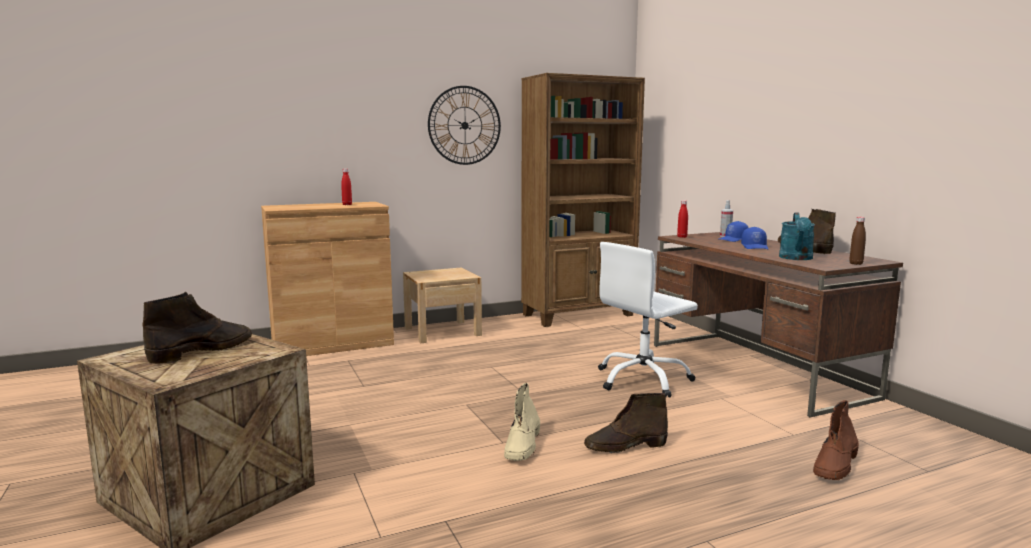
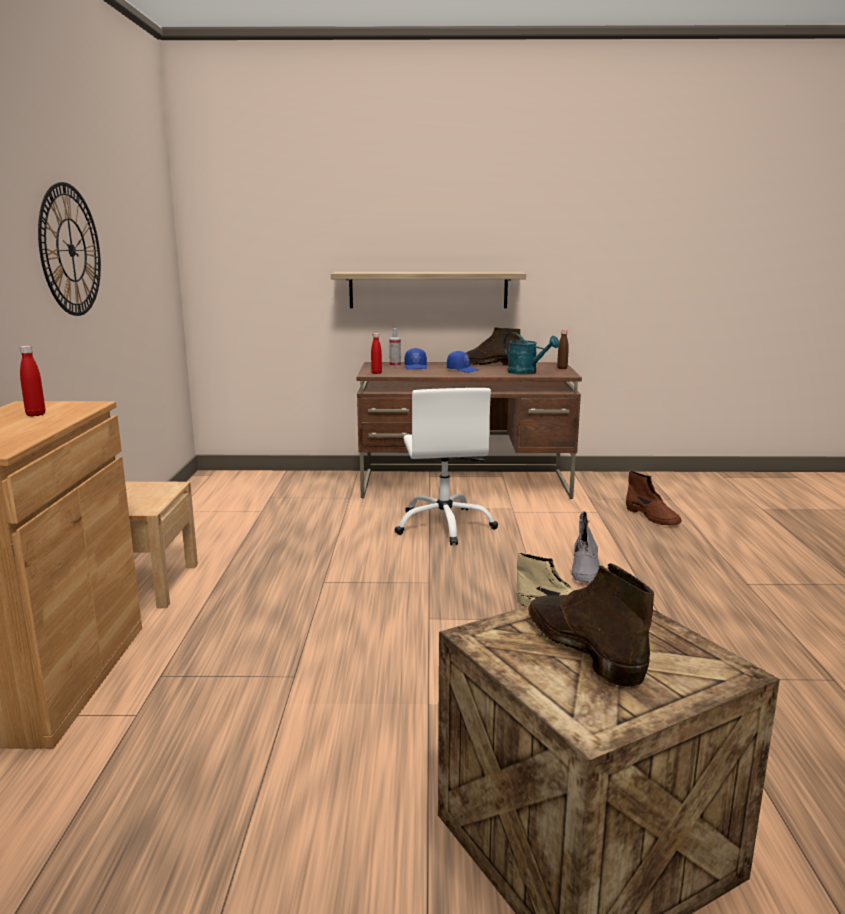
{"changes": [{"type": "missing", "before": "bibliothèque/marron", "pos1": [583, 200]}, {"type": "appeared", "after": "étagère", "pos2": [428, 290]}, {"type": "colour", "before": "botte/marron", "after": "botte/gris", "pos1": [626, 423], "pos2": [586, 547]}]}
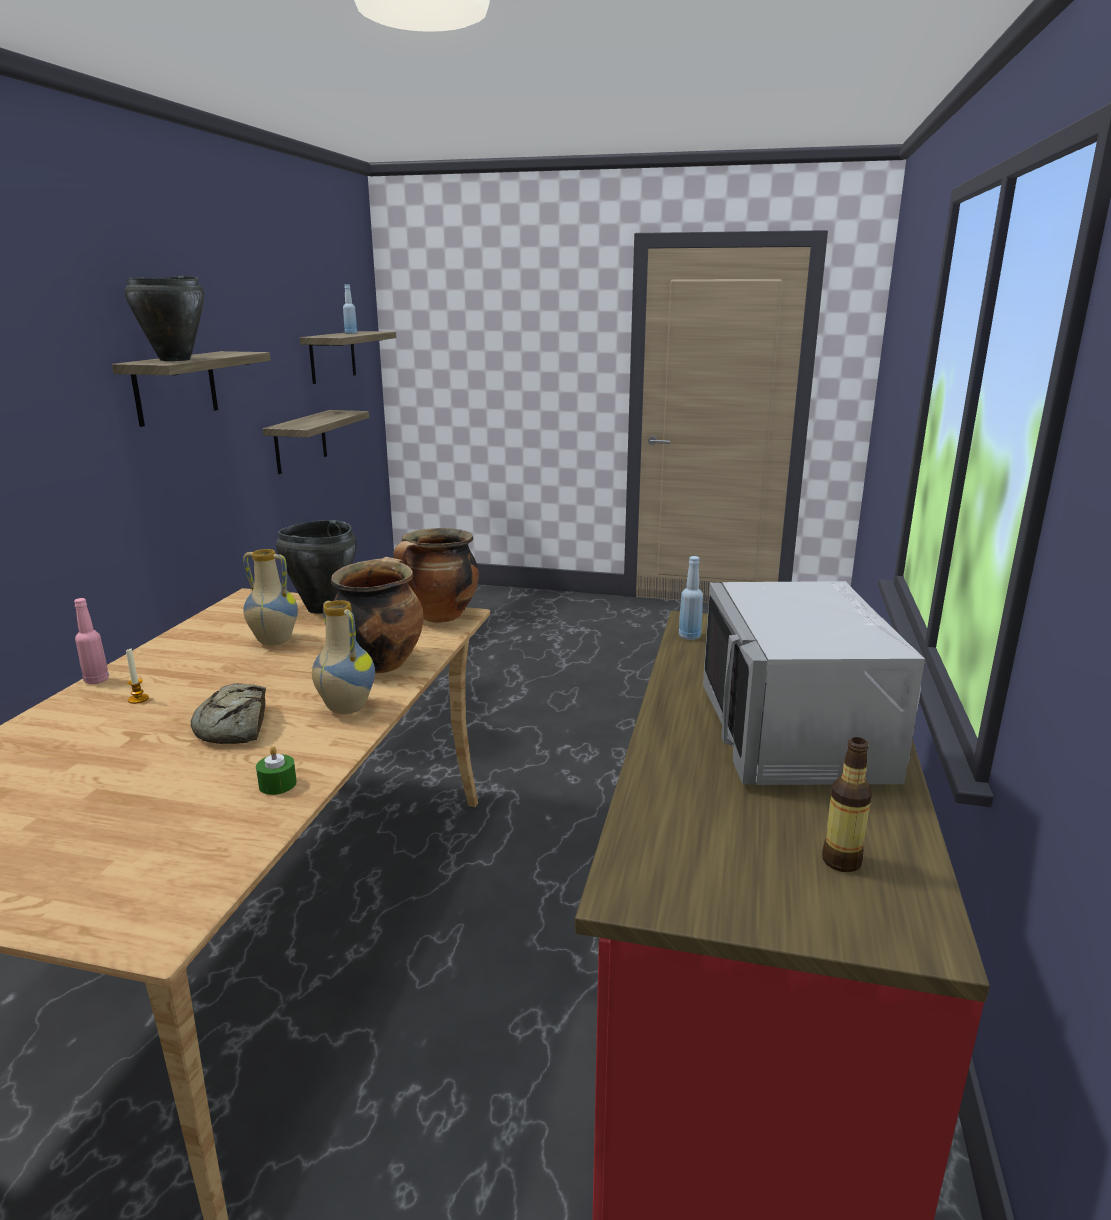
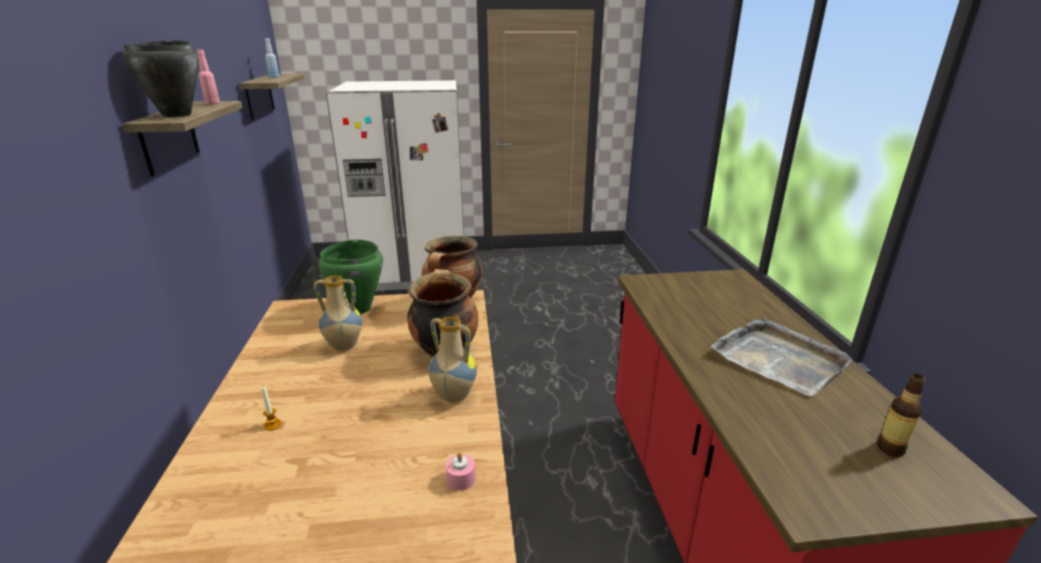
{"changes": [{"type": "missing", "before": "pain", "pos1": [228, 713]}, {"type": "missing", "before": "étagère", "pos1": [316, 442]}, {"type": "missing", "before": "bouteille/bleu", "pos1": [691, 598]}, {"type": "appeared", "after": "réfrigérateur/blanc", "pos2": [395, 185]}, {"type": "relocated", "before": "bouteille/rose", "pos1": [91, 641], "pos2": [208, 77]}, {"type": "exchanged", "before": "micro-ondes/gris", "after": "plateau/gris", "pos1": [814, 683], "pos2": [782, 357]}, {"type": "colour", "before": "bougie/vert", "after": "bougie/rose", "pos1": [276, 770], "pos2": [460, 471]}, {"type": "colour", "before": "marmite/noir", "after": "marmite/vert", "pos1": [316, 567], "pos2": [351, 276]}]}
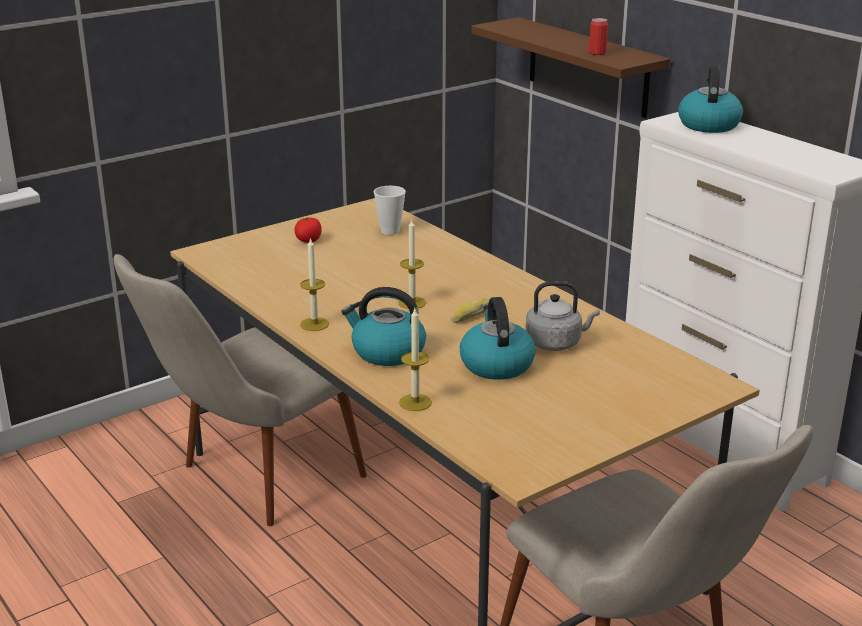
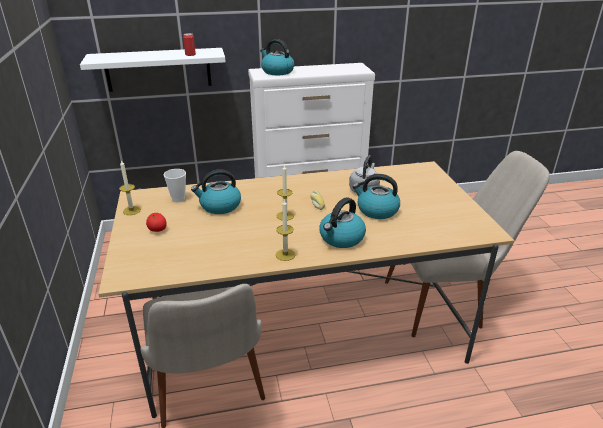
{"changes": [{"type": "appeared", "after": "bouilloire", "pos2": [216, 191]}, {"type": "relocated", "before": "bougie", "pos1": [415, 359], "pos2": [130, 187]}, {"type": "colour", "before": "étagère/marron", "after": "étagère/blanc", "pos1": [570, 67], "pos2": [152, 70]}]}
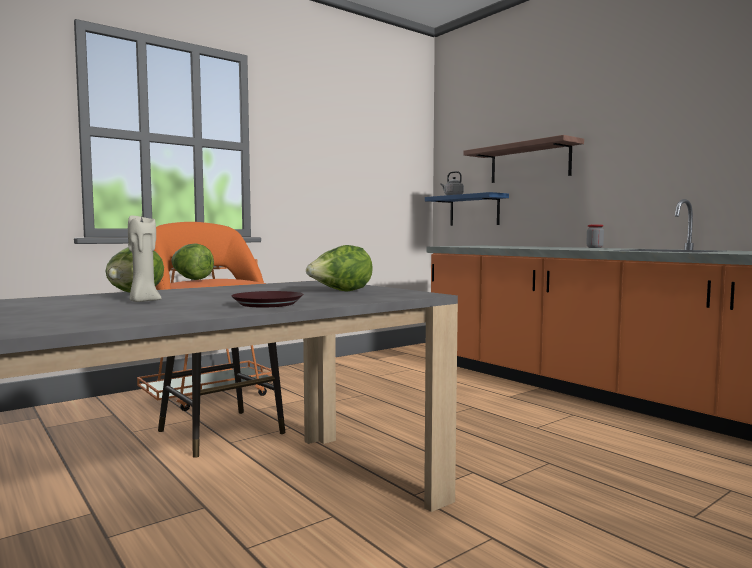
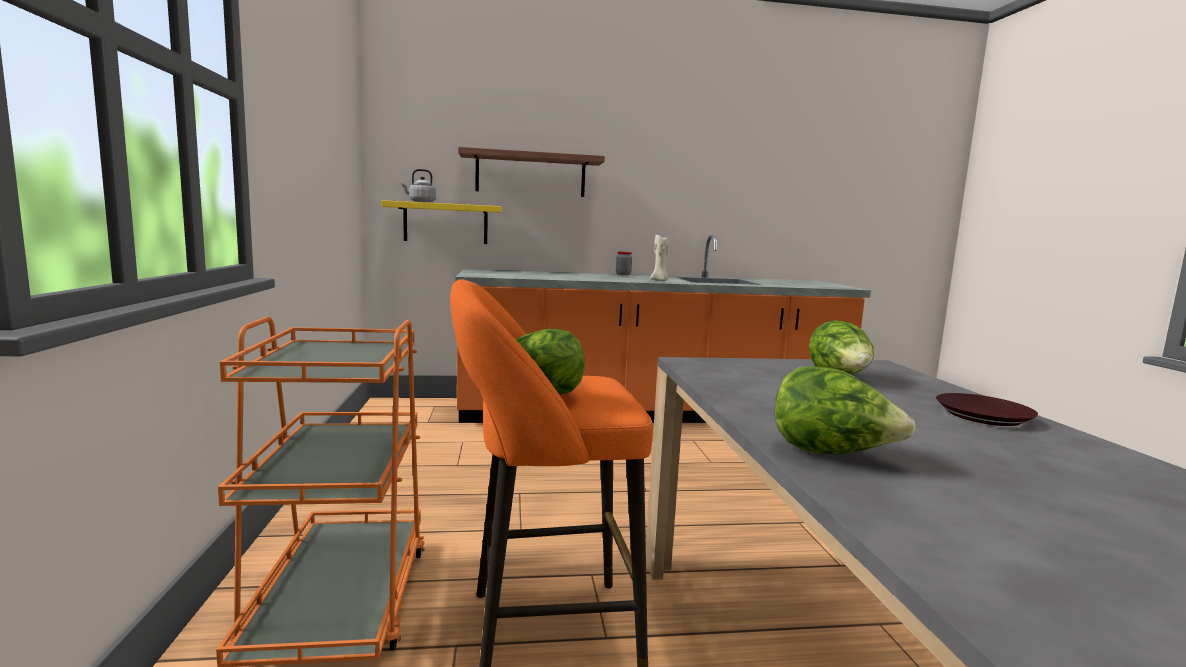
{"changes": [{"type": "relocated", "before": "bougie/beige", "pos1": [145, 257], "pos2": [659, 258]}, {"type": "colour", "before": "étagère/bleu", "after": "étagère/jaune", "pos1": [467, 209], "pos2": [441, 222]}]}
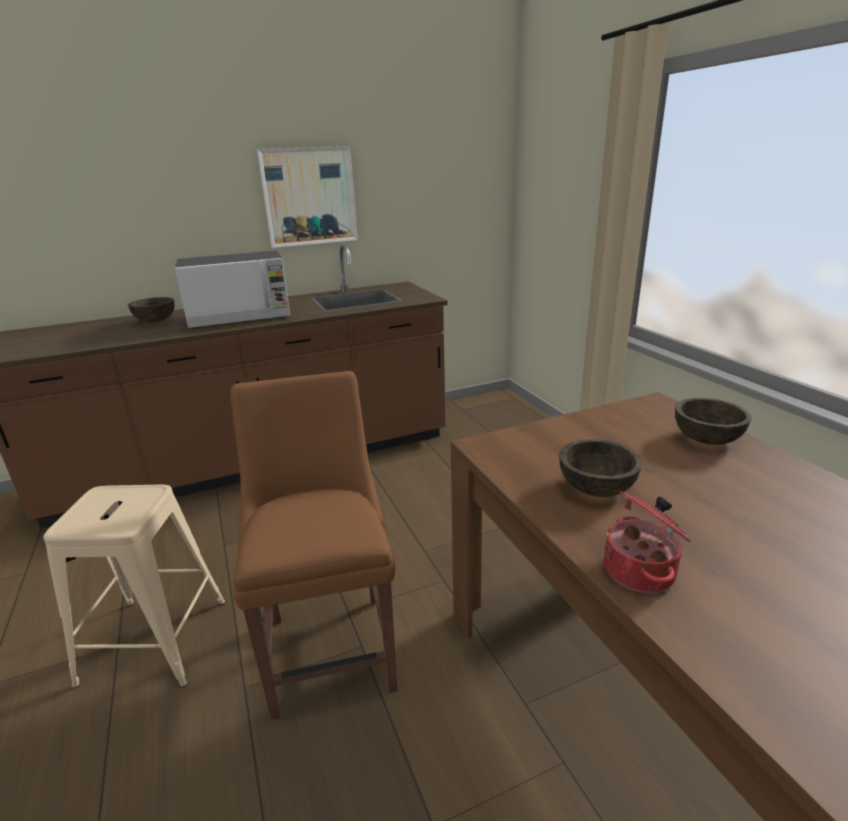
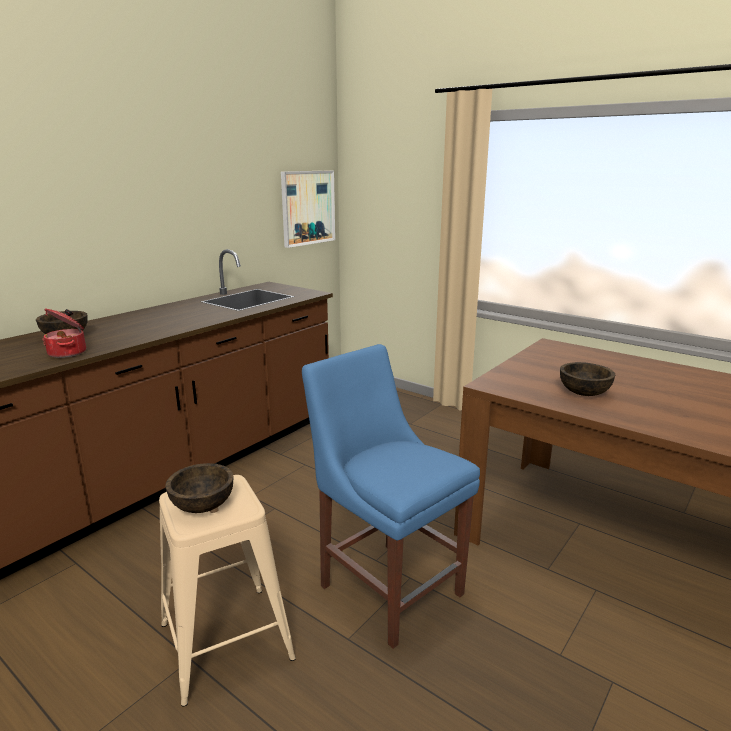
{"changes": [{"type": "missing", "before": "micro-ondes", "pos1": [232, 289]}, {"type": "relocated", "before": "tableau", "pos1": [307, 197], "pos2": [308, 209]}, {"type": "relocated", "before": "marmite", "pos1": [647, 542], "pos2": [64, 333]}, {"type": "relocated", "before": "bol/marron", "pos1": [713, 421], "pos2": [199, 488]}, {"type": "colour", "before": "chaise/marron", "after": "chaise/bleu", "pos1": [314, 545], "pos2": [391, 496]}]}
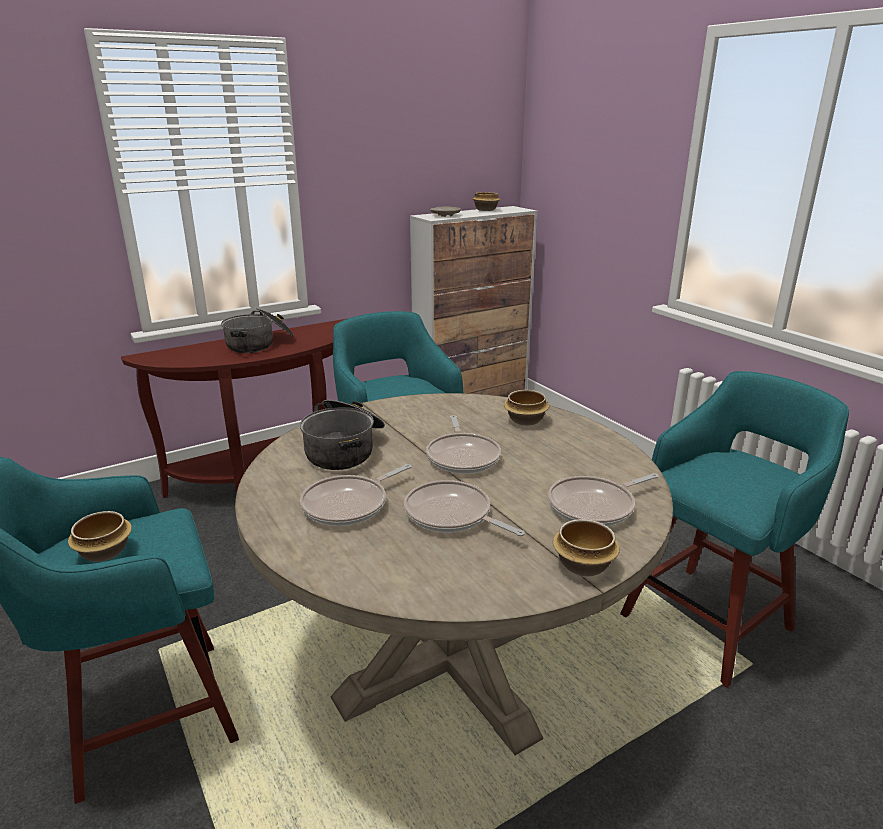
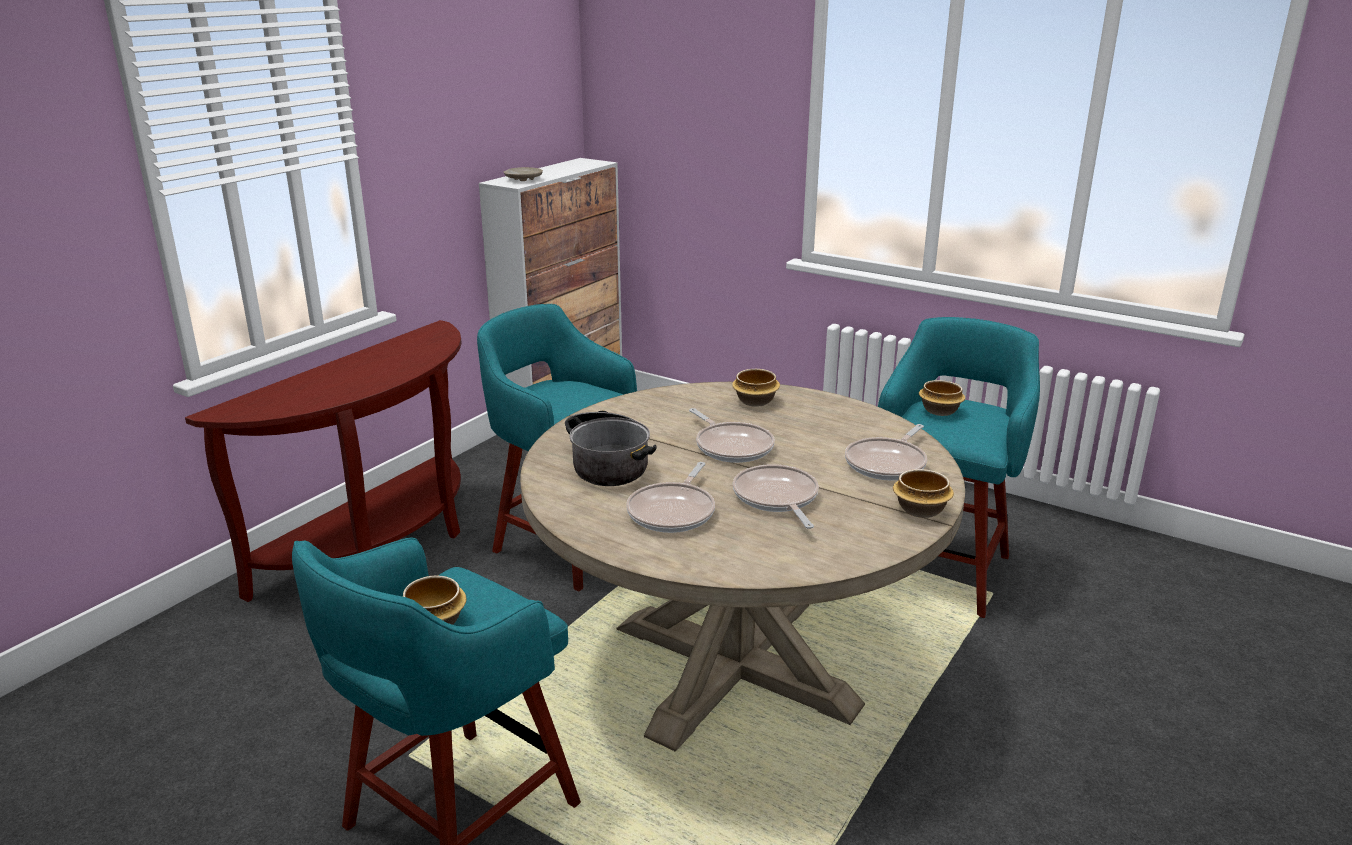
{"changes": [{"type": "missing", "before": "marmite", "pos1": [258, 330]}, {"type": "relocated", "before": "bol", "pos1": [486, 201], "pos2": [942, 398]}, {"type": "spun", "before": "poêle", "pos1": [464, 508], "pos2": [776, 496], "turn": 60}]}
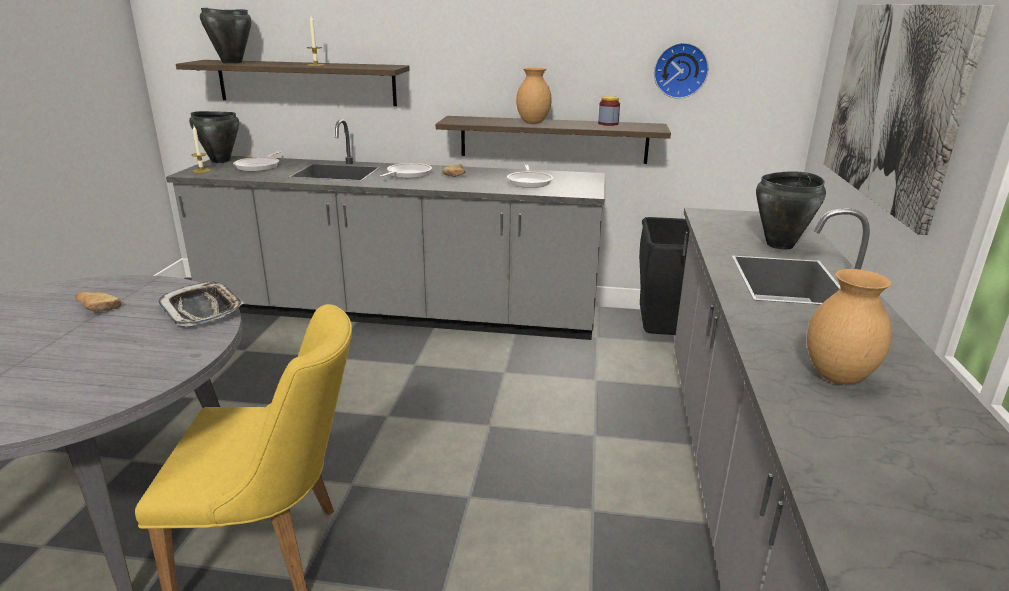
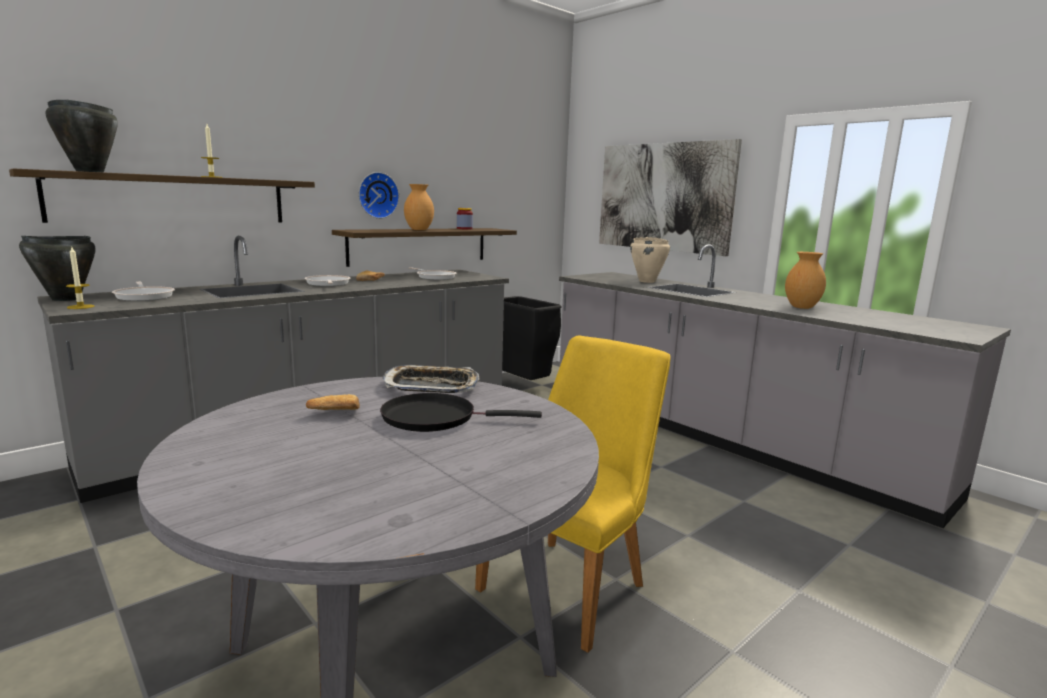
{"changes": [{"type": "appeared", "after": "poêle/noir", "pos2": [461, 412]}, {"type": "relocated", "before": "horloge murale", "pos1": [681, 71], "pos2": [378, 195]}, {"type": "colour", "before": "marmite/noir", "after": "marmite/beige", "pos1": [791, 210], "pos2": [650, 260]}]}
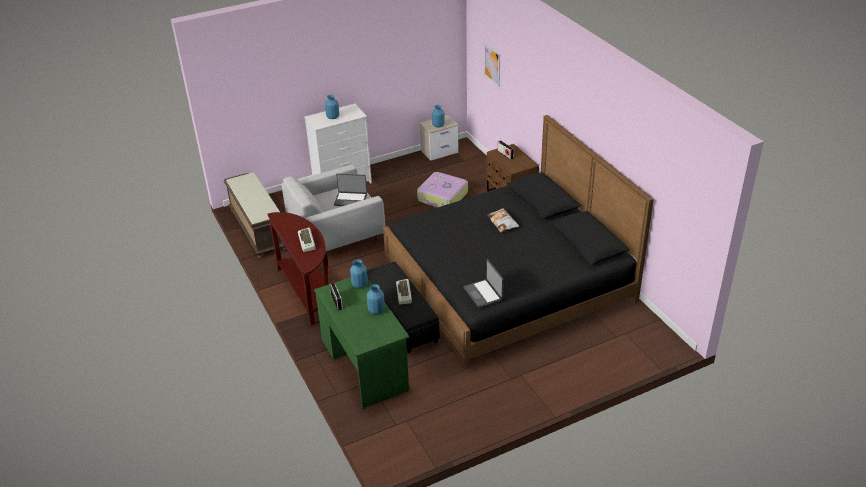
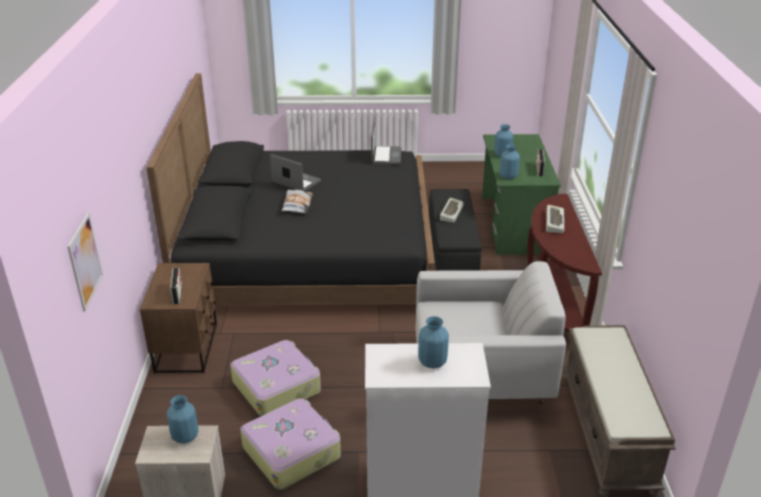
{"changes": [{"type": "appeared", "after": "valise", "pos2": [290, 444]}, {"type": "relocated", "before": "ordinateur portable", "pos1": [350, 190], "pos2": [295, 172]}]}
